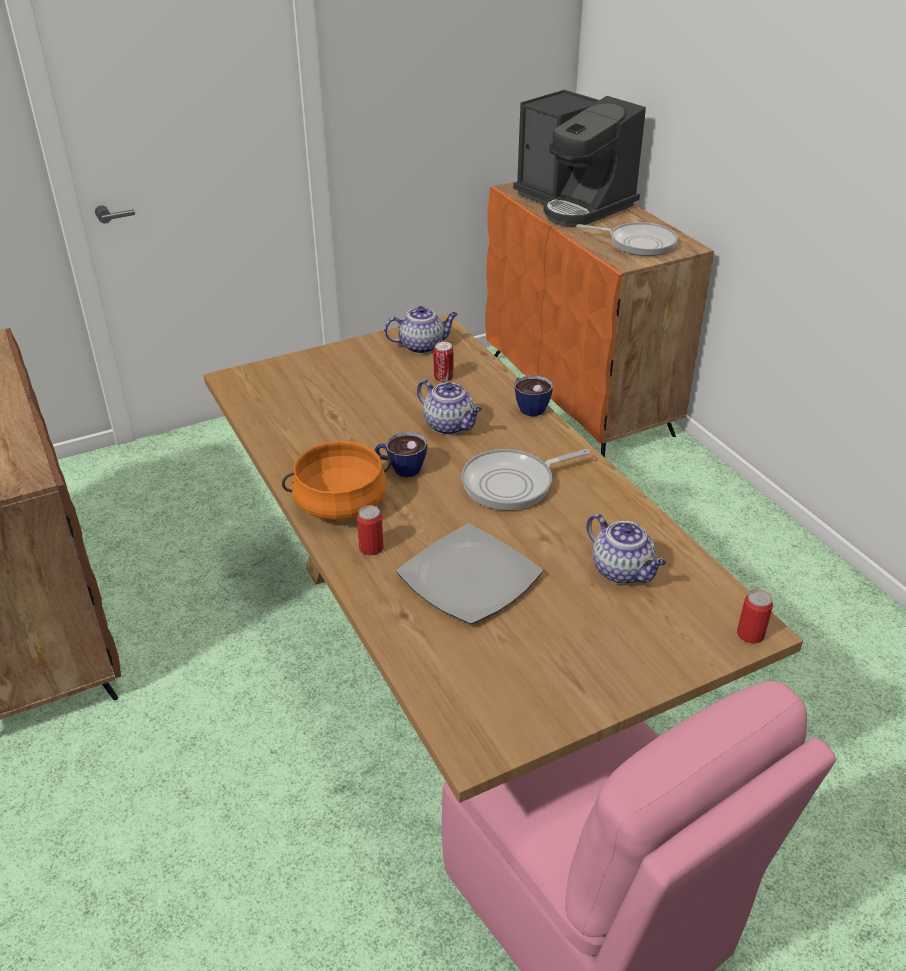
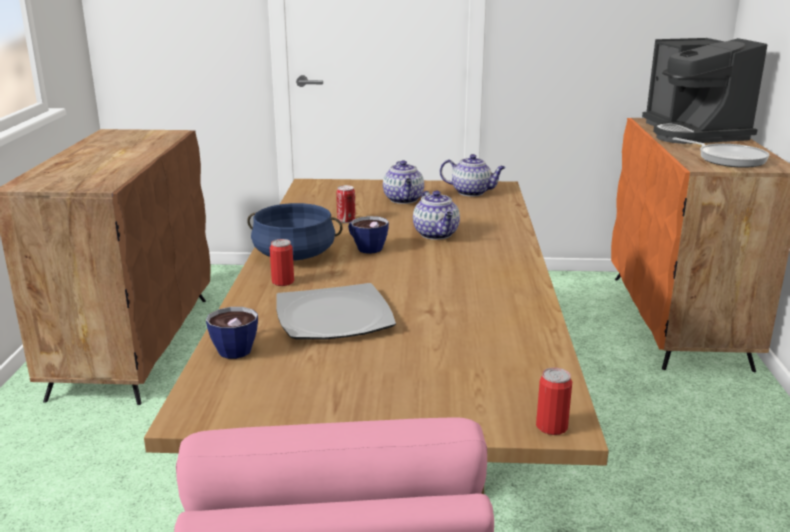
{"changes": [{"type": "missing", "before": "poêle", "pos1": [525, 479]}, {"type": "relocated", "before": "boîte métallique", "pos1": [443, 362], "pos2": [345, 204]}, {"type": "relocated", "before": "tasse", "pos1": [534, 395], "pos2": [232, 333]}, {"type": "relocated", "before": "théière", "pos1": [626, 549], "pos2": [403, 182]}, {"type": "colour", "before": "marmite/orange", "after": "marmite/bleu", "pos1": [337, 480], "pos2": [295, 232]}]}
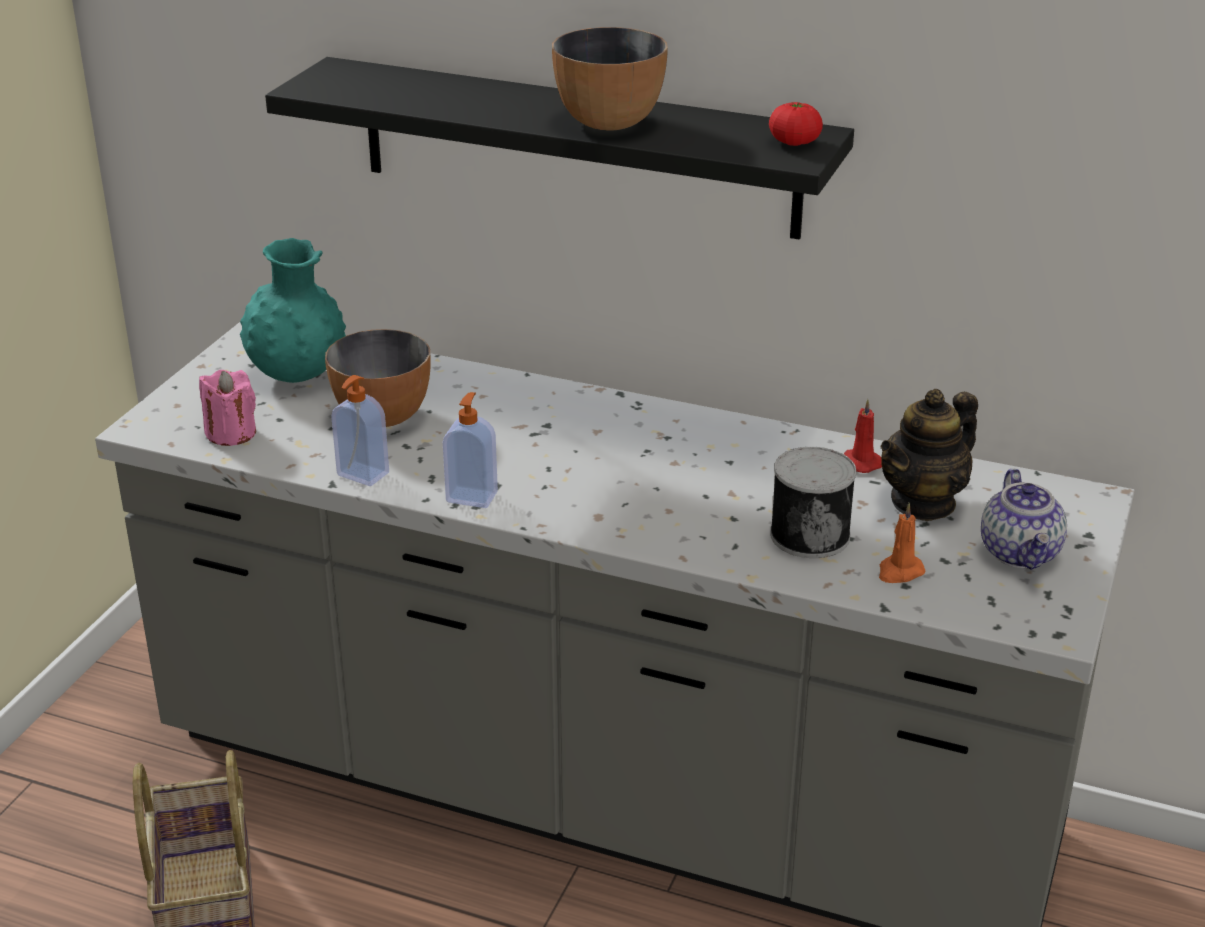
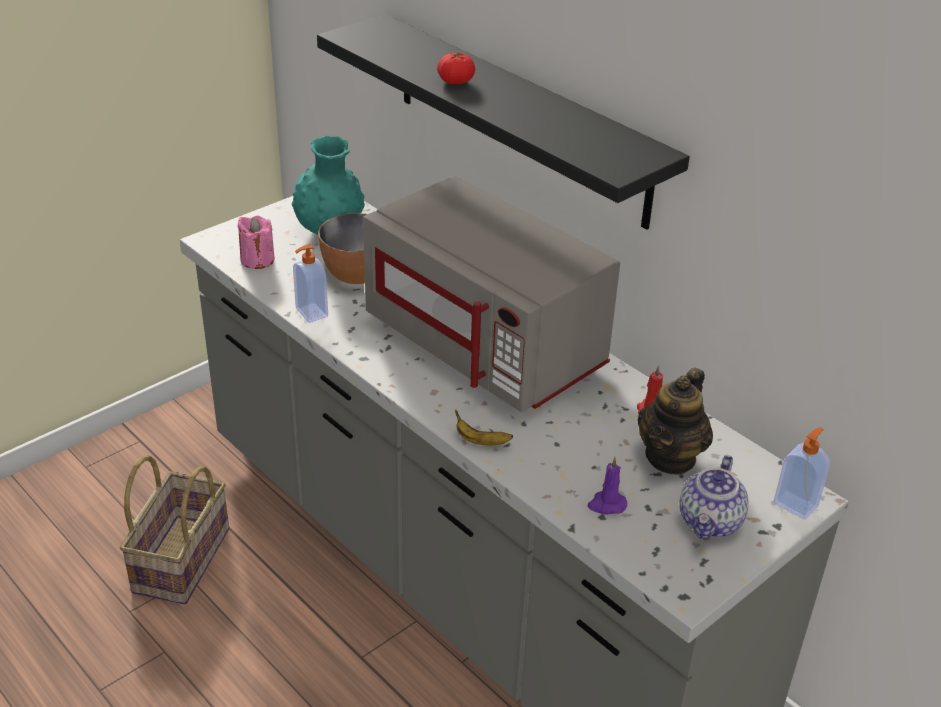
{"changes": [{"type": "missing", "before": "bol", "pos1": [610, 79]}, {"type": "missing", "before": "boîte métallique", "pos1": [813, 502]}, {"type": "appeared", "after": "micro-ondes/gris", "pos2": [491, 293]}, {"type": "appeared", "after": "banane", "pos2": [484, 427]}, {"type": "relocated", "before": "distributeur de savon", "pos1": [470, 450], "pos2": [802, 473]}, {"type": "relocated", "before": "tomate", "pos1": [796, 124], "pos2": [456, 68]}, {"type": "colour", "before": "bougie/orange", "after": "bougie/violet", "pos1": [902, 543], "pos2": [607, 486]}, {"type": "spun", "before": "théière", "pos1": [929, 455], "pos2": [675, 421], "turn": -45}]}
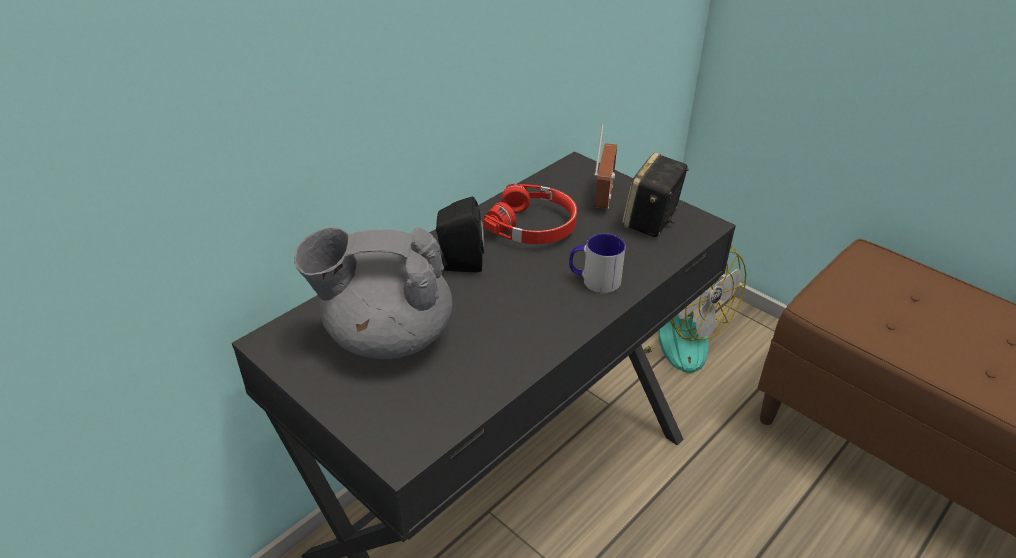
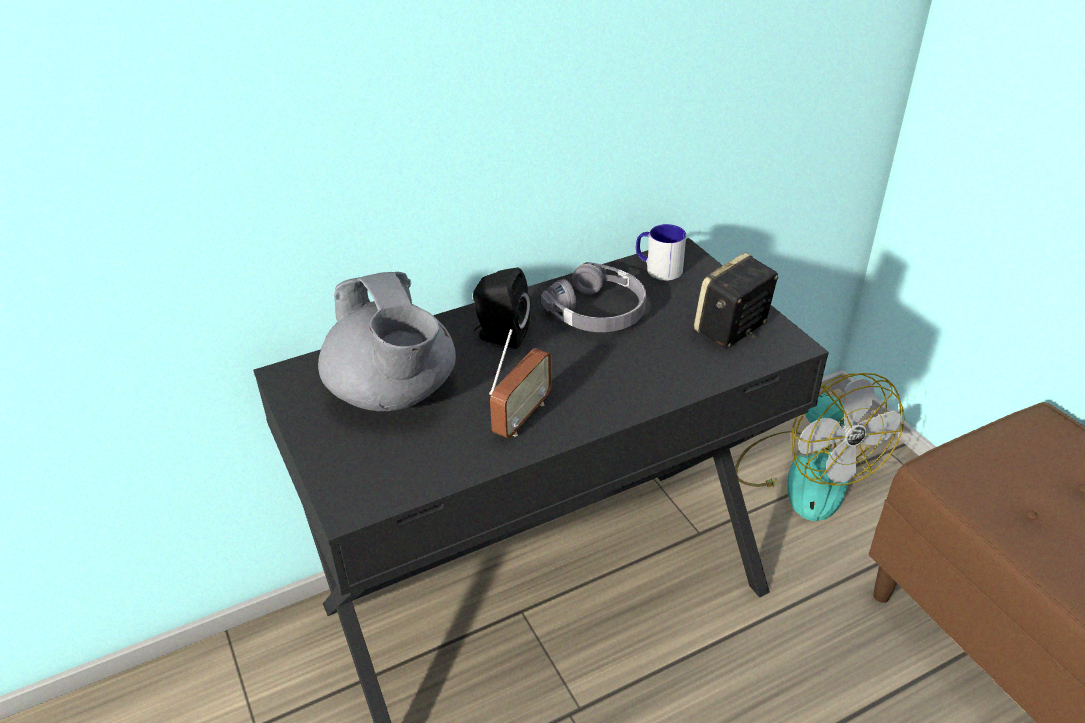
{"changes": [{"type": "relocated", "before": "mug", "pos1": [597, 263], "pos2": [661, 252]}, {"type": "relocated", "before": "radio", "pos1": [606, 166], "pos2": [520, 383]}, {"type": "colour", "before": "casque audio/rouge", "after": "casque audio/gris", "pos1": [530, 214], "pos2": [593, 297]}, {"type": "spun", "before": "théière/gris", "pos1": [373, 293], "pos2": [387, 341], "turn": -135}]}
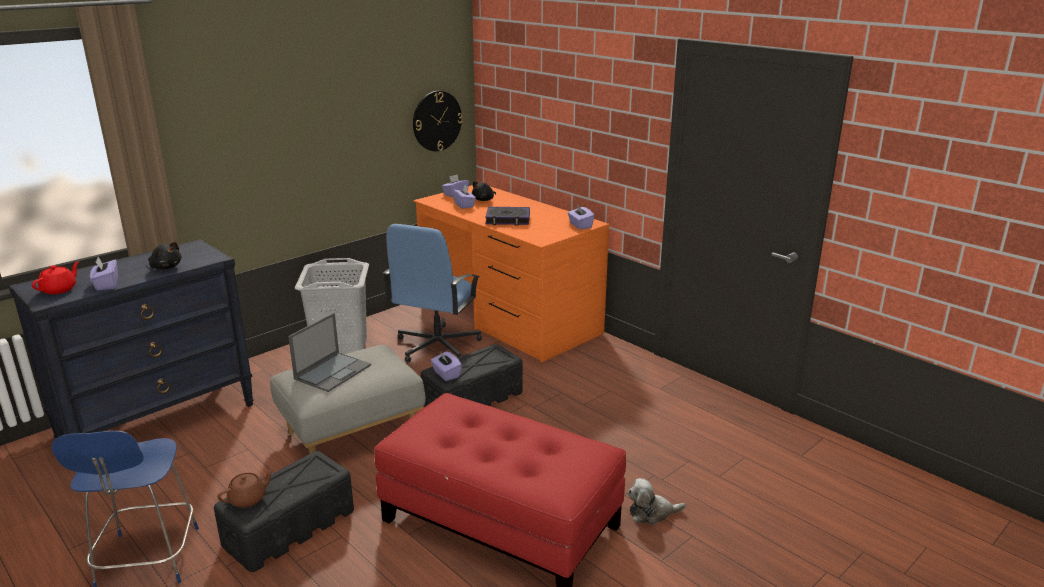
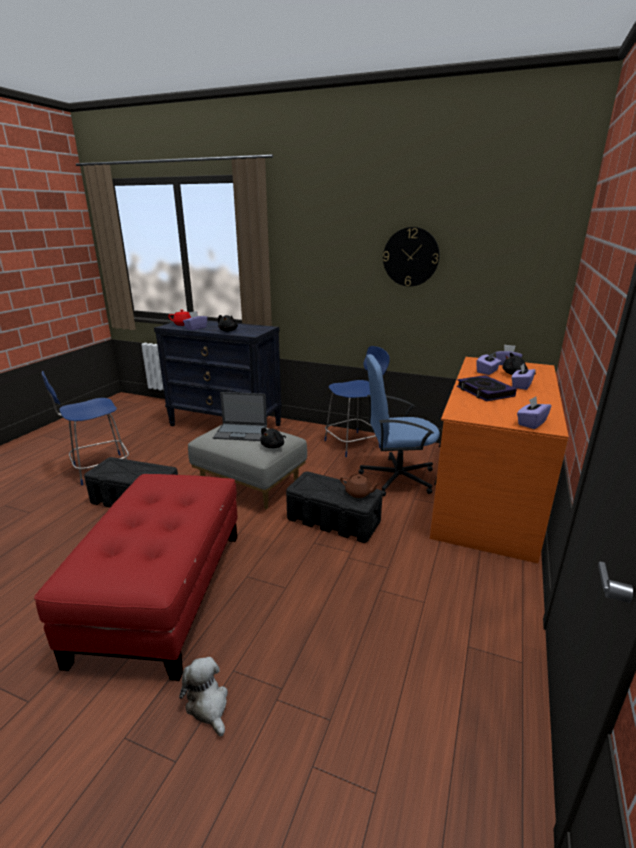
{"changes": [{"type": "appeared", "after": "peluche/noir", "pos2": [273, 438]}, {"type": "relocated", "before": "théière/marron", "pos1": [246, 488], "pos2": [360, 486]}, {"type": "relocated", "before": "horloge murale", "pos1": [438, 121], "pos2": [411, 256]}, {"type": "relocated", "before": "boîte à mouchoirs/violet", "pos1": [446, 366], "pos2": [524, 376]}, {"type": "exchanged", "before": "panier à linge/gris", "after": "chaise/bleu", "pos1": [332, 306], "pos2": [357, 401]}]}
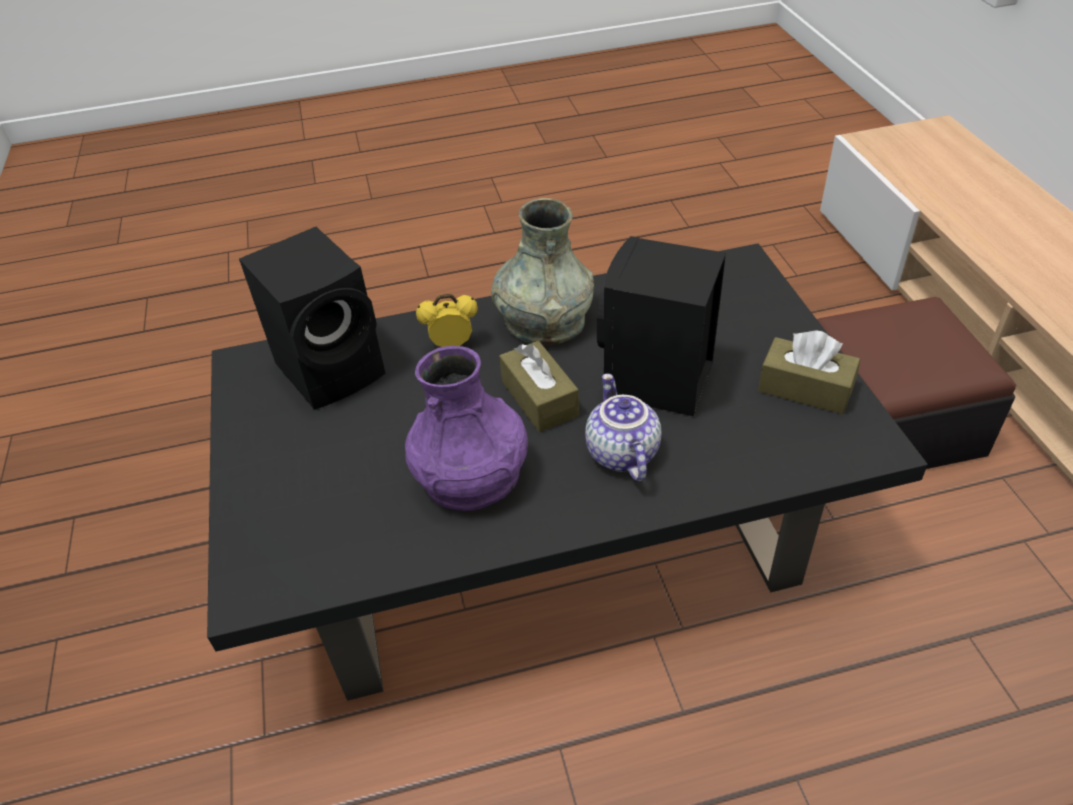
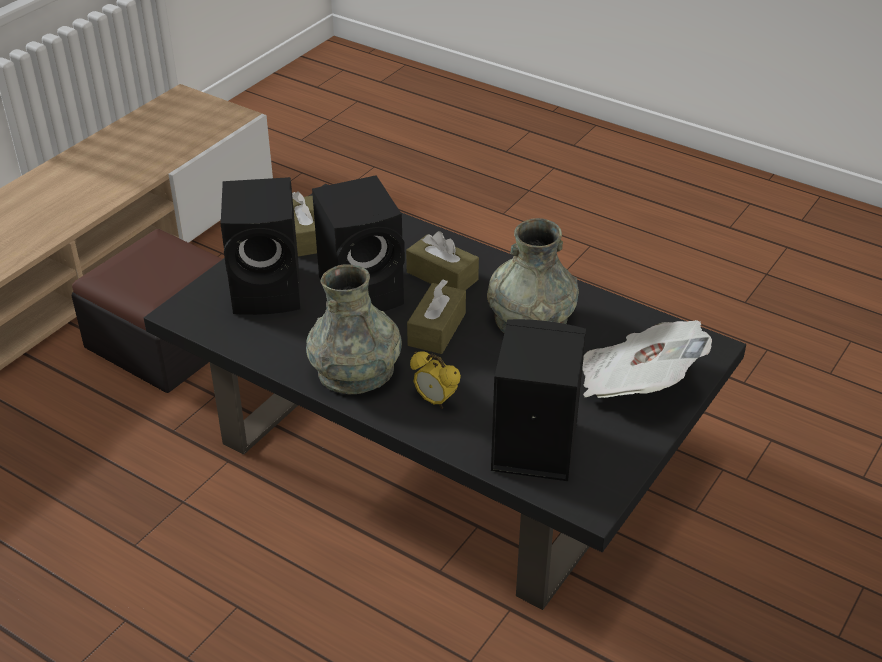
{"changes": [{"type": "appeared", "after": "enceinte/noir", "pos2": [260, 246]}, {"type": "appeared", "after": "journal", "pos2": [647, 359]}, {"type": "exchanged", "before": "théière", "after": "boîte à mouchoirs/marron", "pos1": [623, 427], "pos2": [442, 260]}, {"type": "colour", "before": "vase/violet", "after": "vase/gris", "pos1": [466, 428], "pos2": [533, 275]}]}
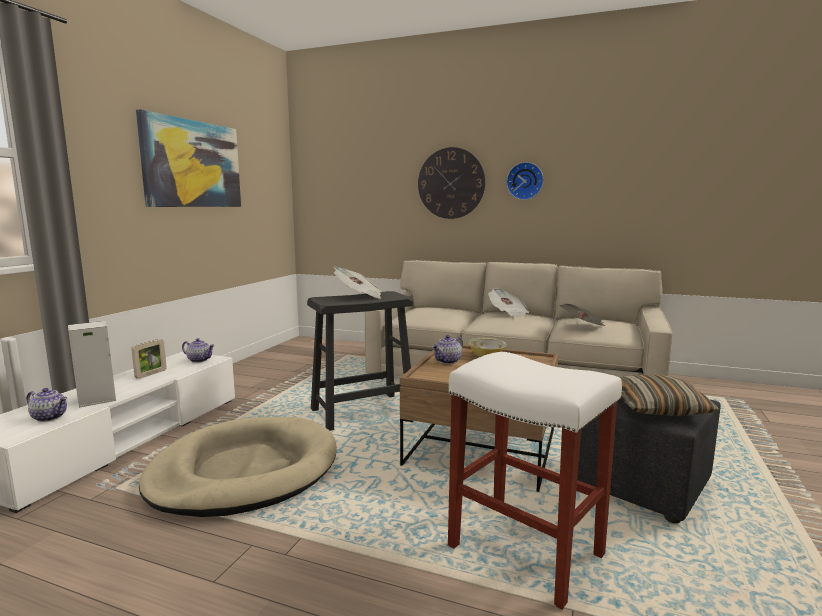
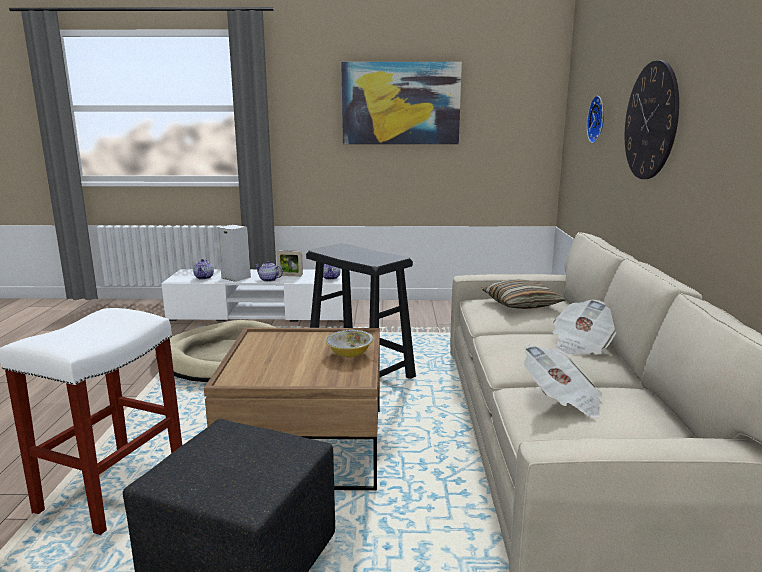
{"changes": [{"type": "missing", "before": "journal", "pos1": [358, 283]}, {"type": "relocated", "before": "théière", "pos1": [447, 349], "pos2": [269, 271]}, {"type": "relocated", "before": "horloge murale", "pos1": [525, 181], "pos2": [595, 119]}, {"type": "relocated", "before": "coussin", "pos1": [669, 395], "pos2": [523, 294]}]}
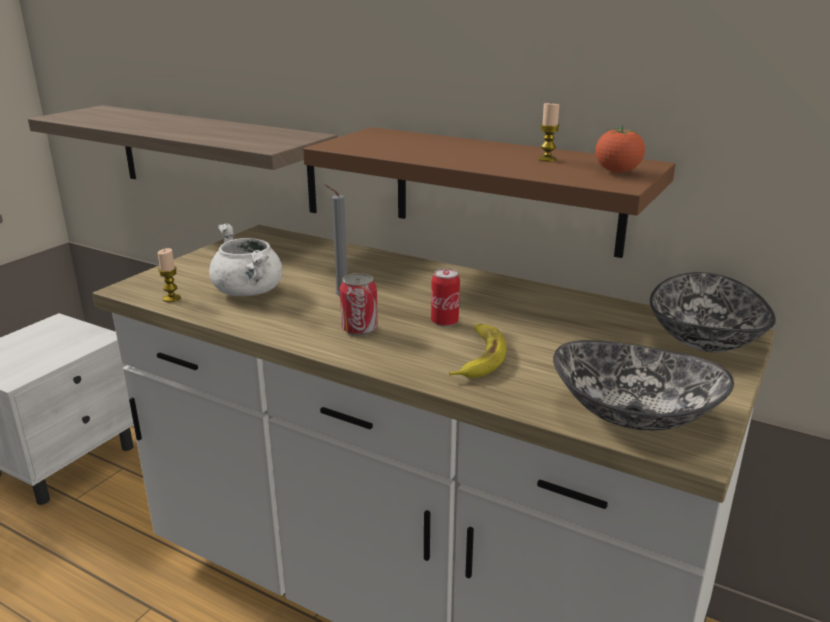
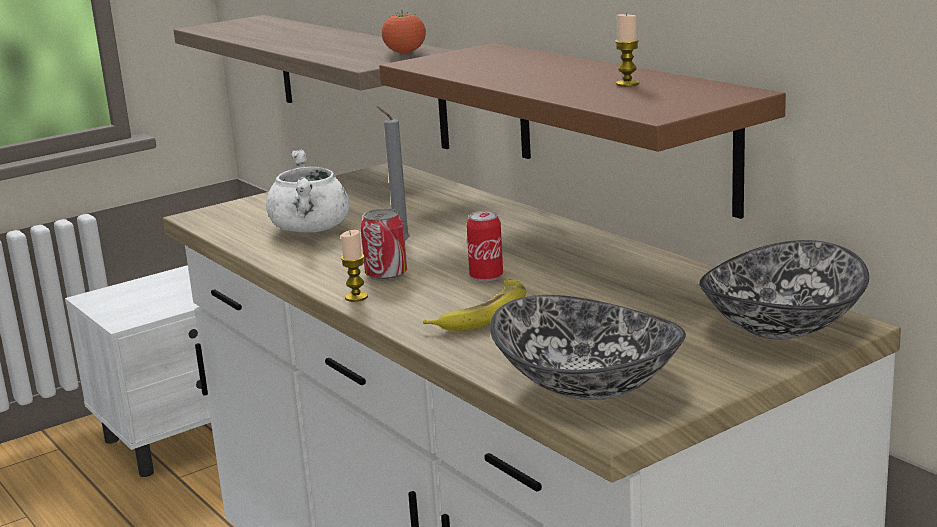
{"changes": [{"type": "relocated", "before": "bougie", "pos1": [169, 275], "pos2": [354, 266]}, {"type": "relocated", "before": "tomate", "pos1": [620, 149], "pos2": [404, 31]}]}
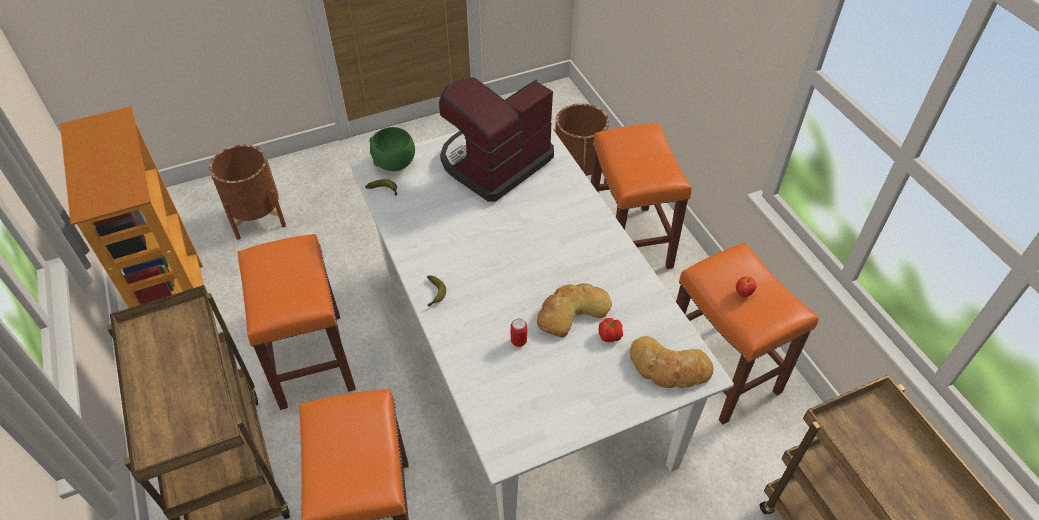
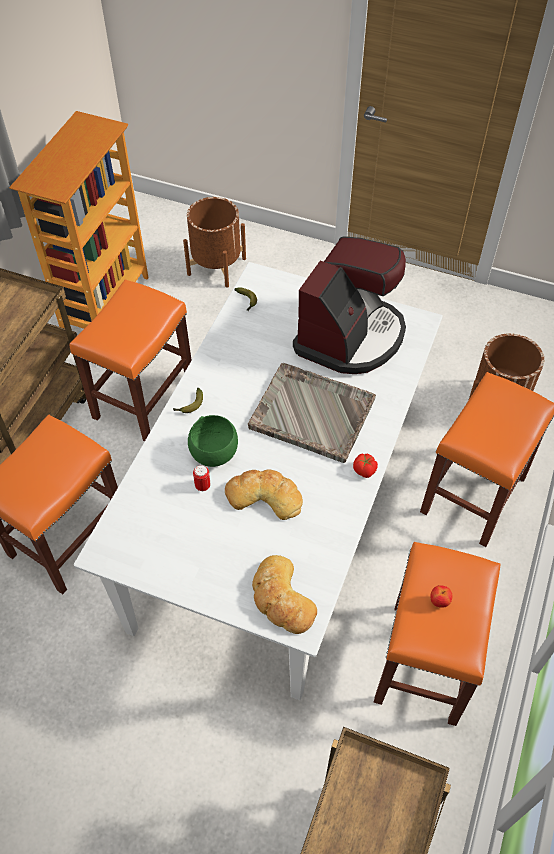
{"changes": [{"type": "appeared", "after": "plateau/gris", "pos2": [312, 413]}, {"type": "relocated", "before": "bol/vert", "pos1": [392, 149], "pos2": [213, 441]}, {"type": "relocated", "before": "tomate", "pos1": [610, 330], "pos2": [365, 465]}, {"type": "spun", "before": "machine à café", "pos1": [496, 139], "pos2": [349, 305], "turn": 120}]}
